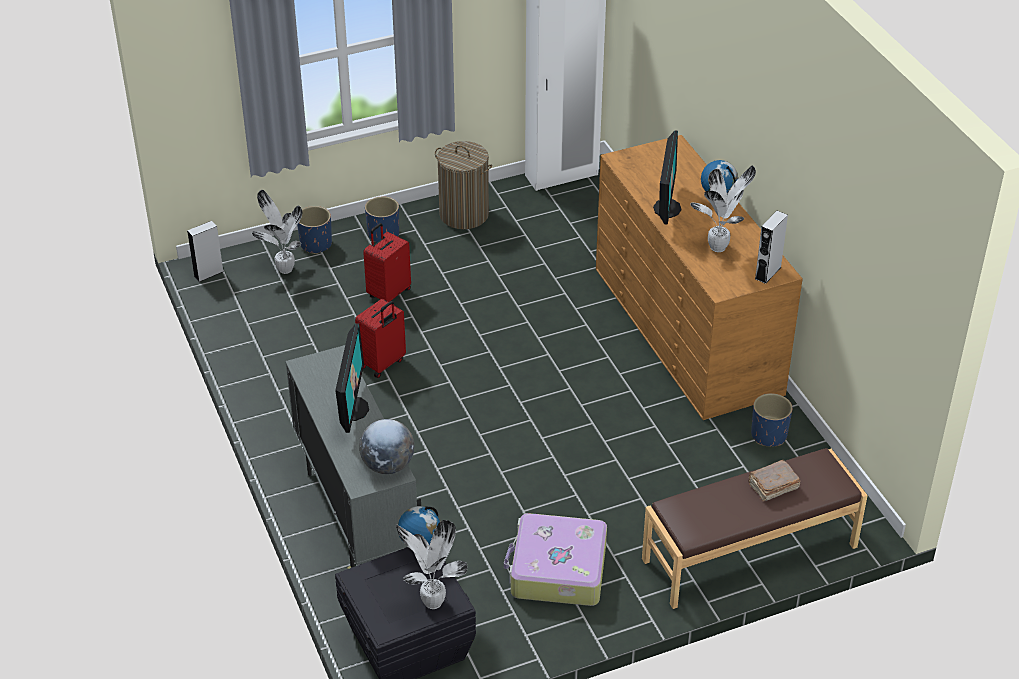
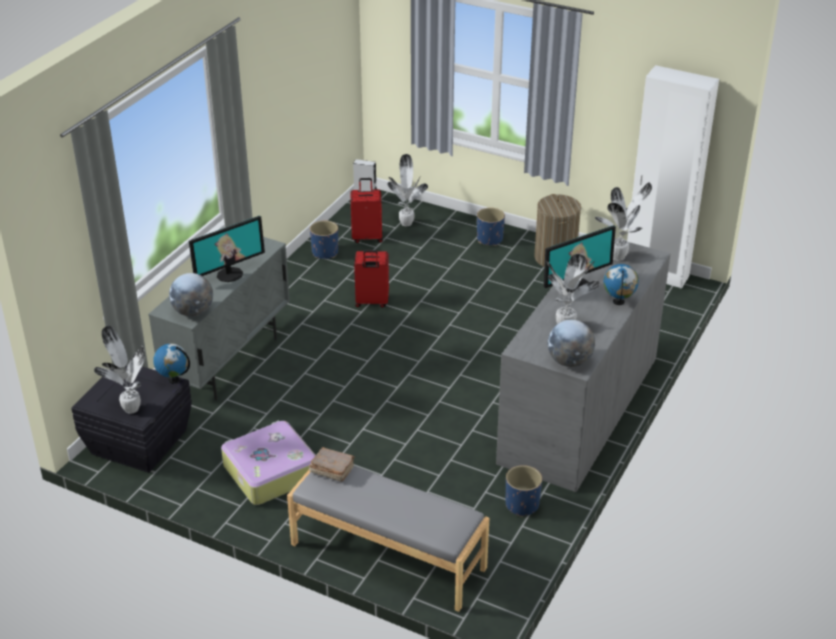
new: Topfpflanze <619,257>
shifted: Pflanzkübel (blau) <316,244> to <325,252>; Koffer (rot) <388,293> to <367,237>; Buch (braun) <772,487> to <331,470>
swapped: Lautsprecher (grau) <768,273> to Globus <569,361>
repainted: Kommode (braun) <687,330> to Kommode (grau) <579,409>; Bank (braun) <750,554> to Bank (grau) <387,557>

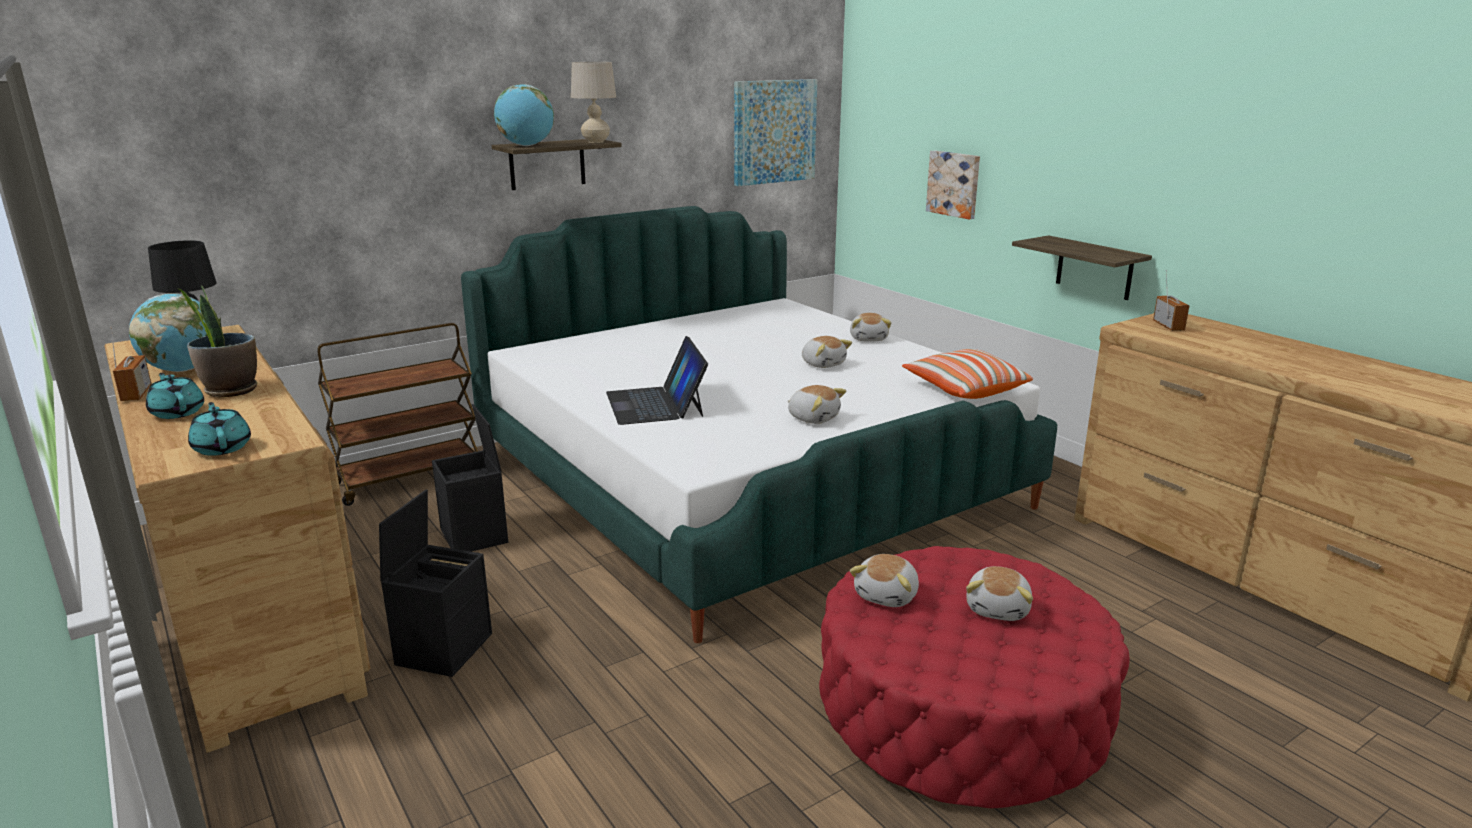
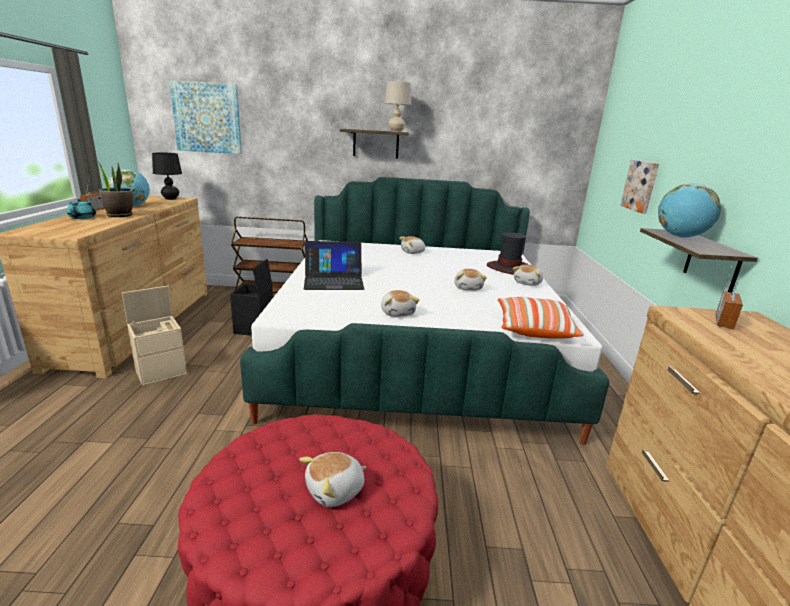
gone: Teekanne (türkis) <222,447>
new: Hut <509,268>
shifted: Globus <526,146> to <680,237>; Bild <774,131> to <207,118>; Plüschtier <887,595> to <413,252>
repainted: Aufbewahrungsbox (schwarz) <444,647> to Aufbewahrungsbox (beige) <162,371>
rotated: Laptop <655,404> = <333,280> 120 degrees counterclockwise

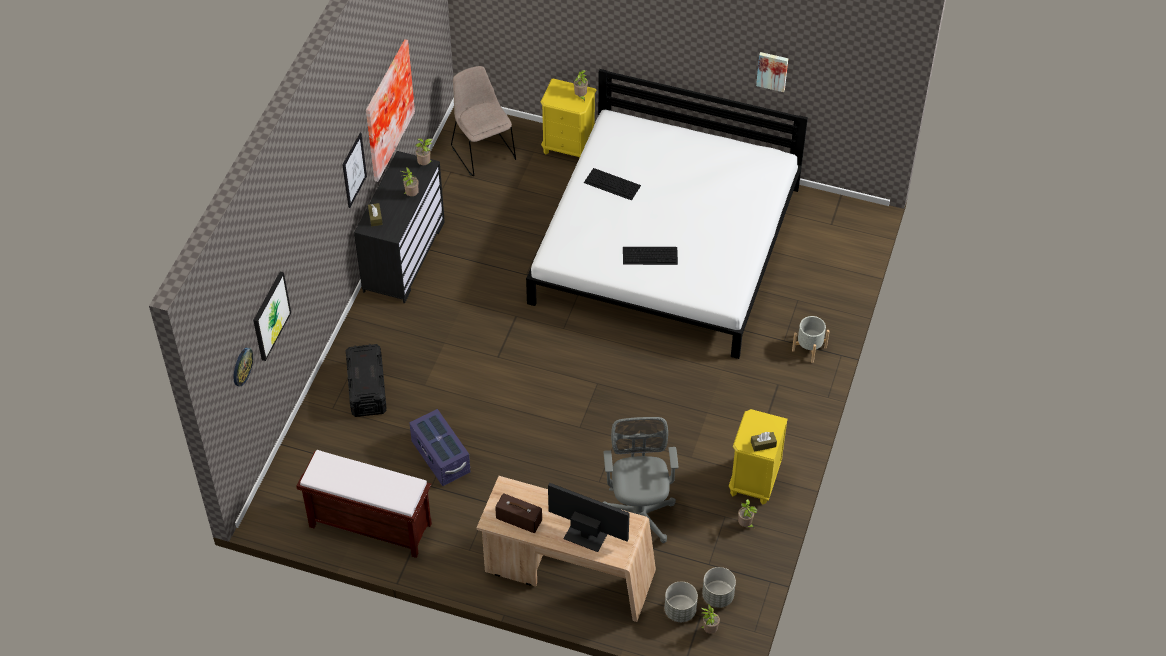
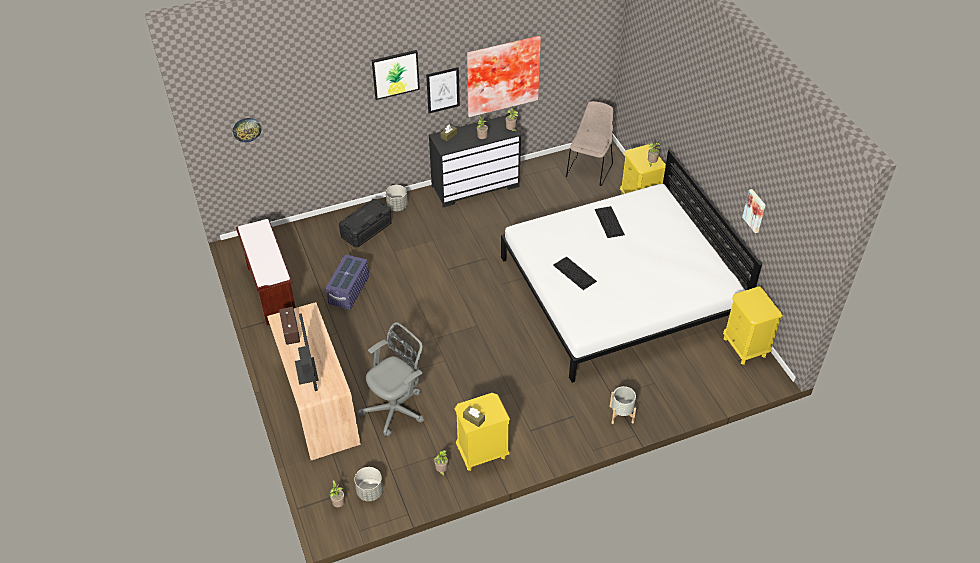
new: Nachttisch (gelb) <745,347>
shifted: Bild <270,315> to <395,74>; Pflanzkübel (grau) <680,610> to <397,206>

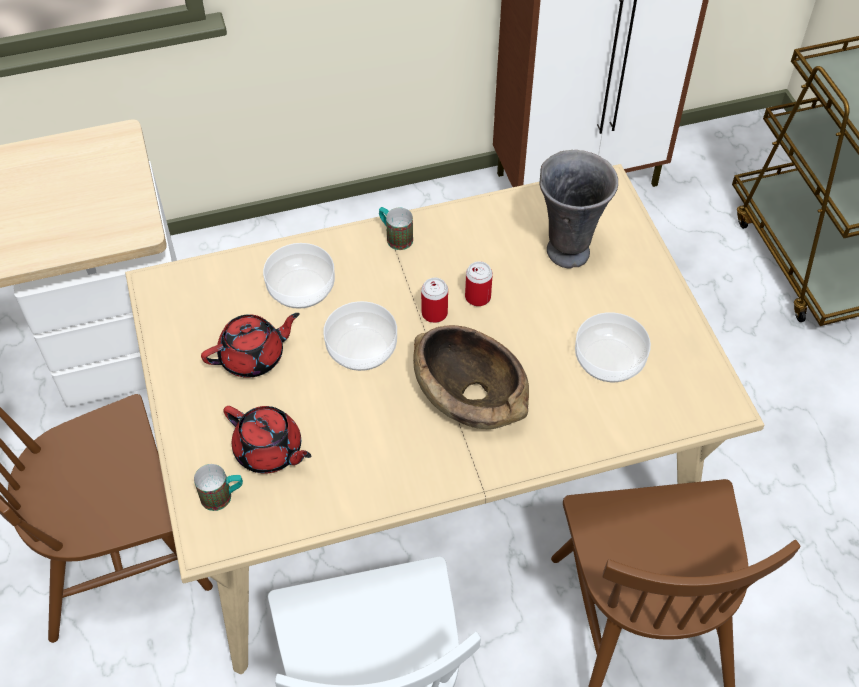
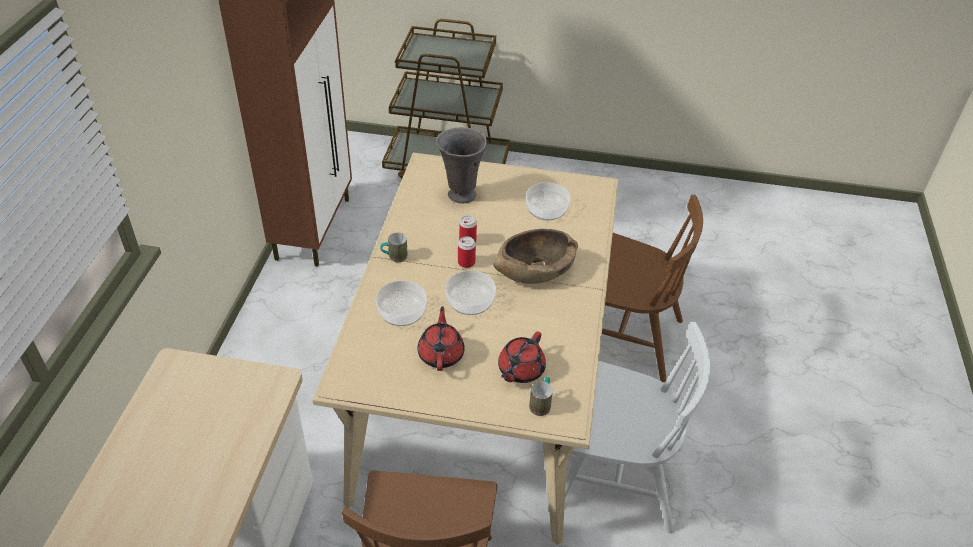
rotated: Teekanne (rot) <269,451> = <520,370> 150 degrees clockwise

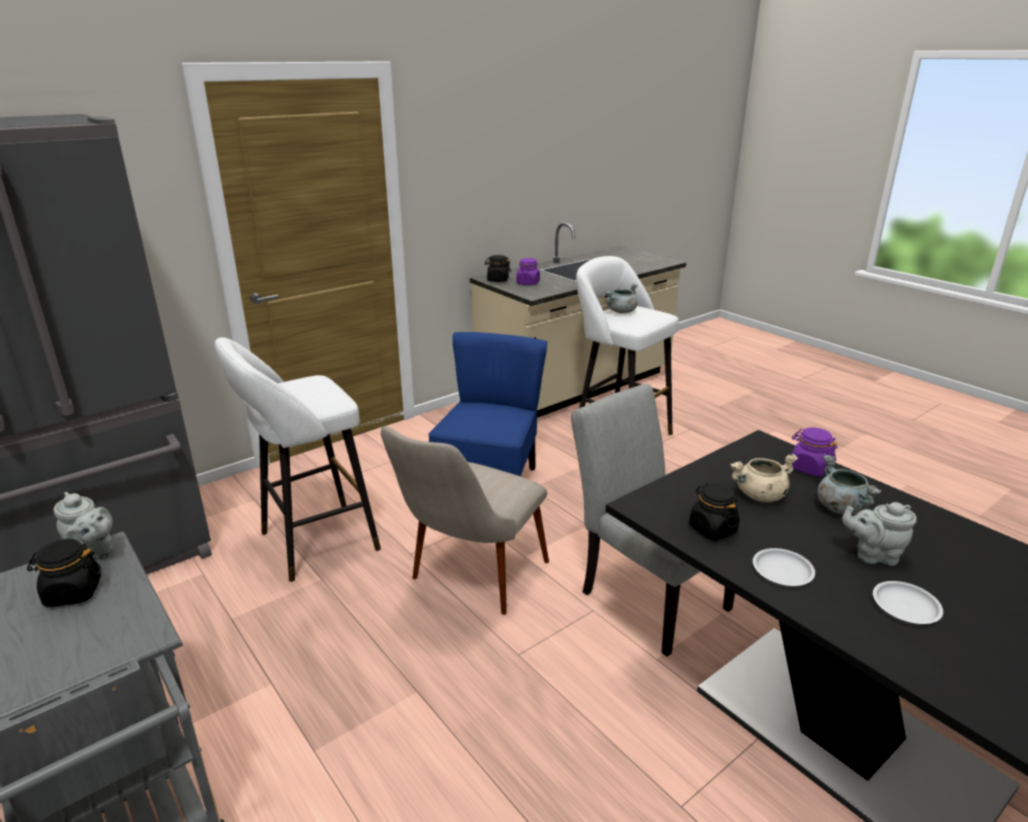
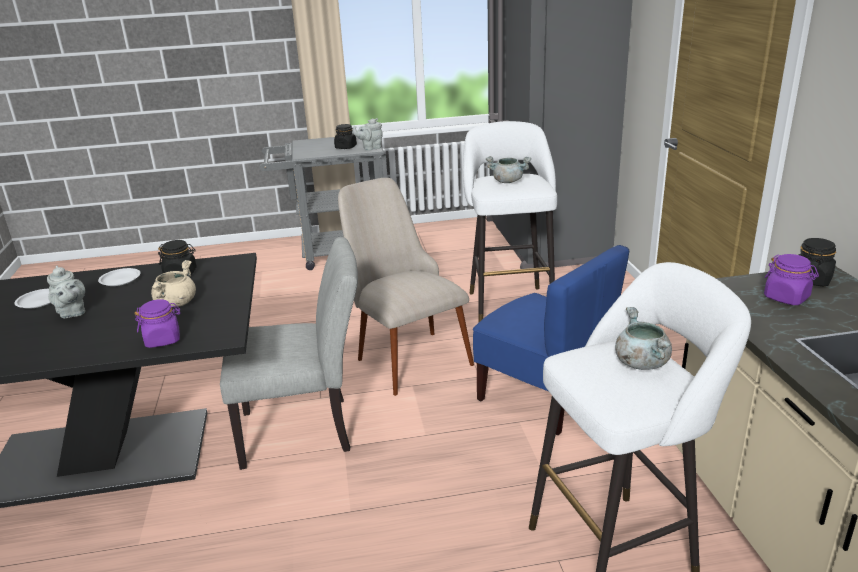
shifted: Kochtopf (grau) <840,507> to <508,181>
rotated: Teekanne (grau) <873,555> = <72,313> 105 degrees clockwise

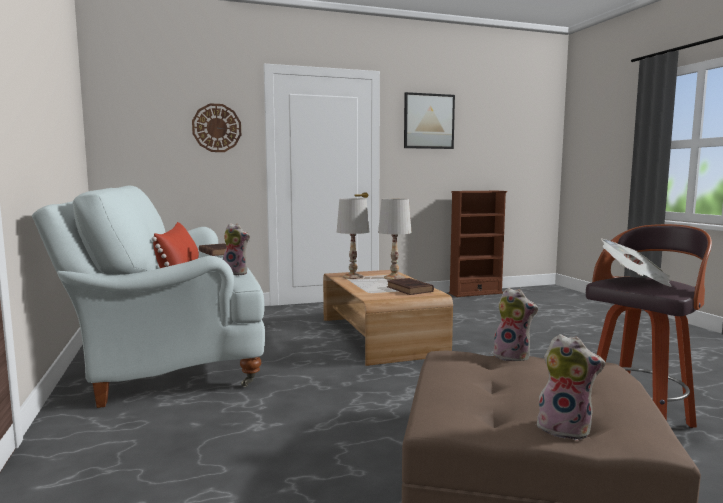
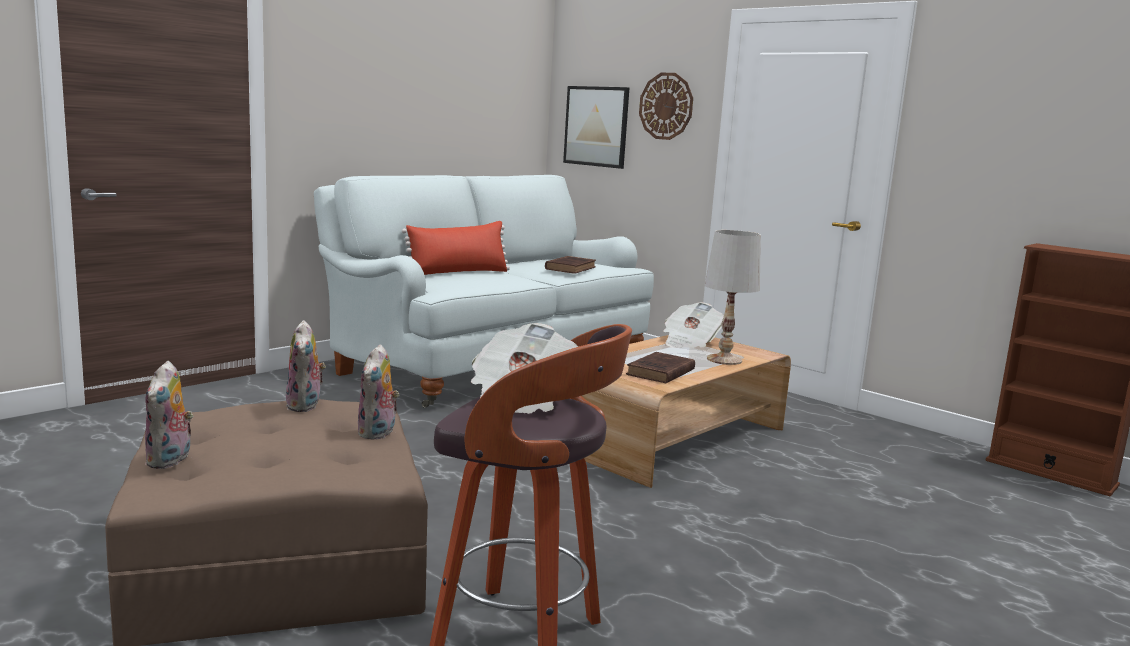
shifted: Plüschtier <237,273> to <306,406>; Bild <428,121> to <596,126>
swapped: Tischlampe (weiß) <353,276> to Zeitung <690,342>

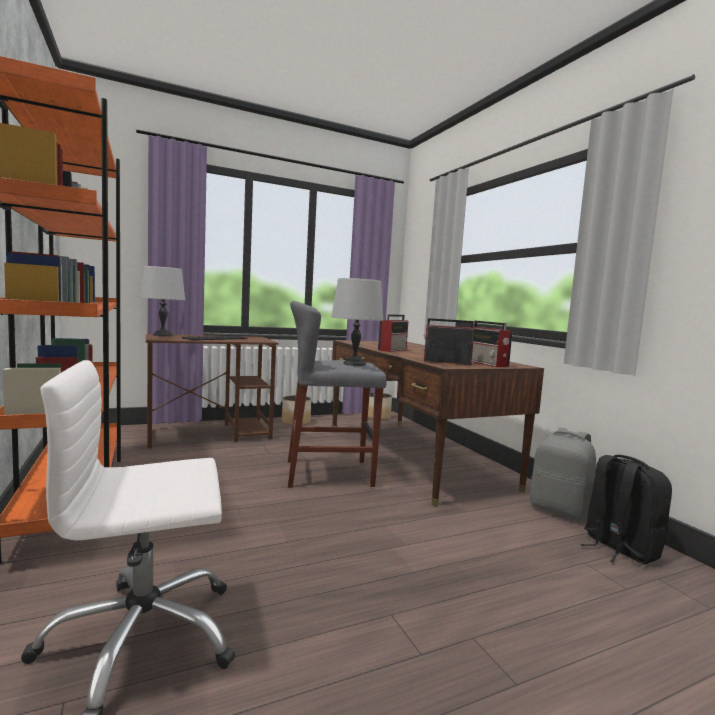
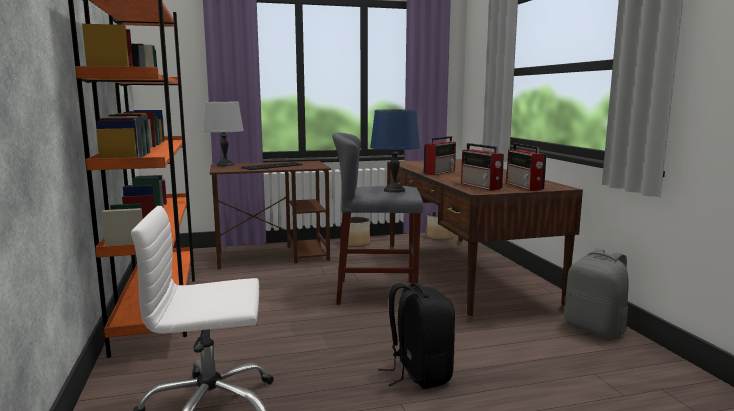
shifted: Rucksack (schwarz) <619,548> to <418,374>
repainted: Tischlampe (grau) <355,364> to Tischlampe (blau) <395,190>
rotated: Radio <445,362> = <481,186> 135 degrees counterclockwise

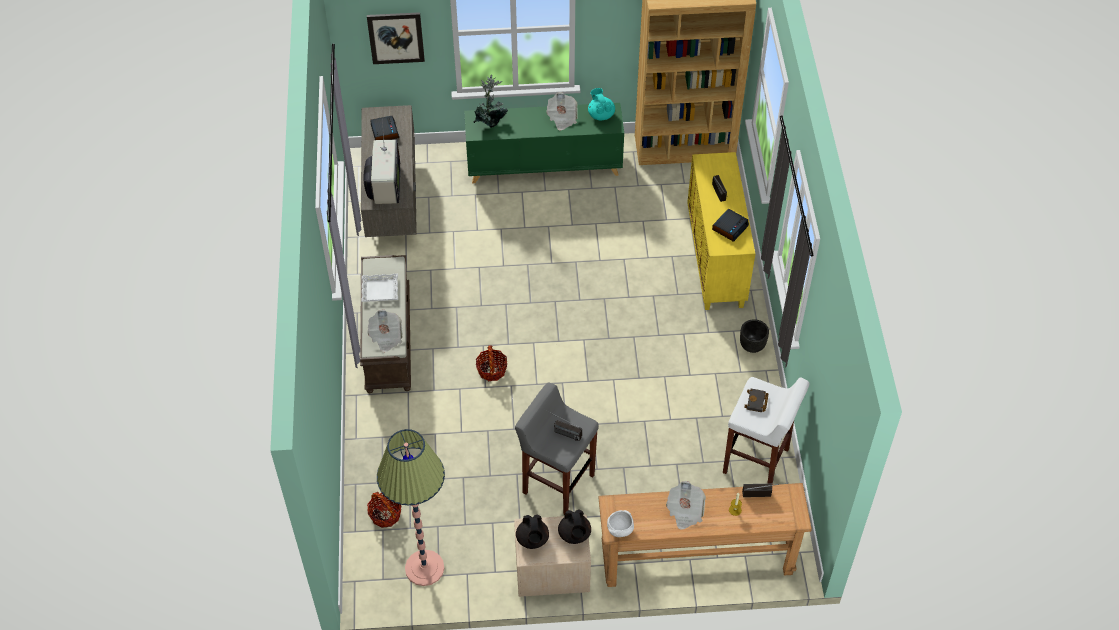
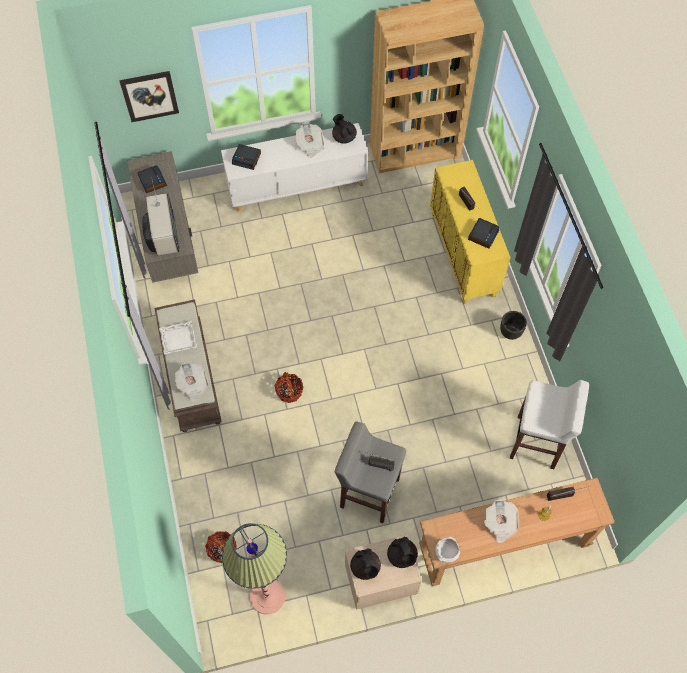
gone: Buch (schwarz) <757,402>
swapped: Topfpflanze <490,122> to Wecker <247,158>
repainted: Schrank (grün) <544,166> to Schrank (weiß) <297,186>; Teekanne (türkis) <601,114> to Teekanne (schwarz) <344,137>

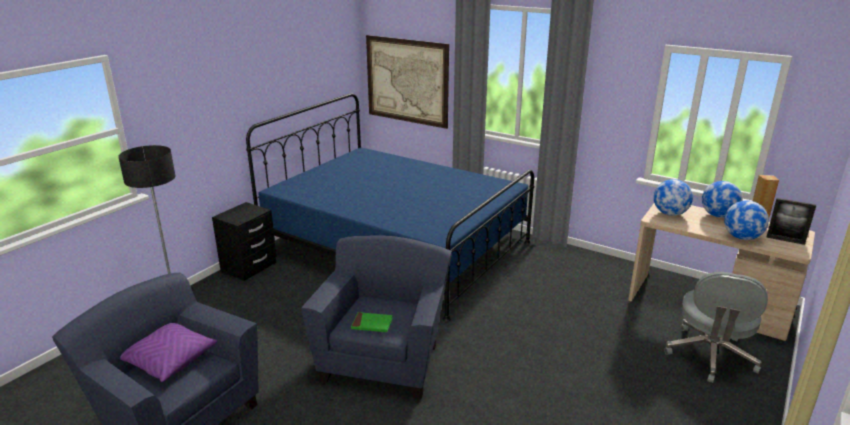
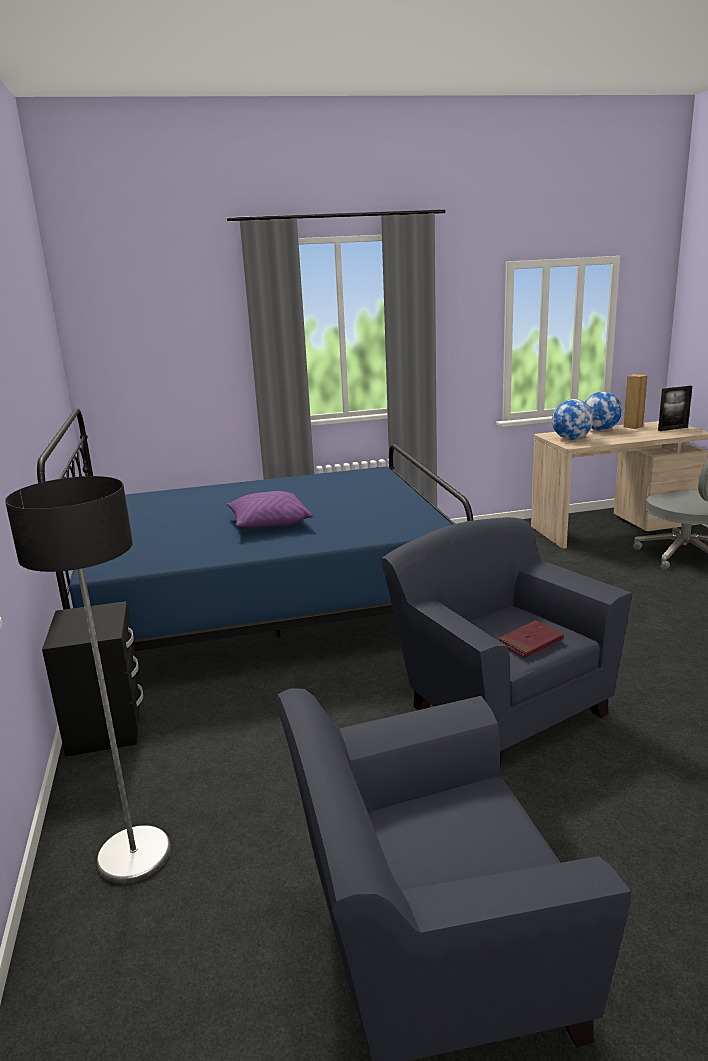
gone: Bild <407,81>; Globus <741,238>
shifted: Kissen (lila) <168,360> to <269,523>
repainted: Buch (grün) <372,324> to Buch (rot) <530,642>

